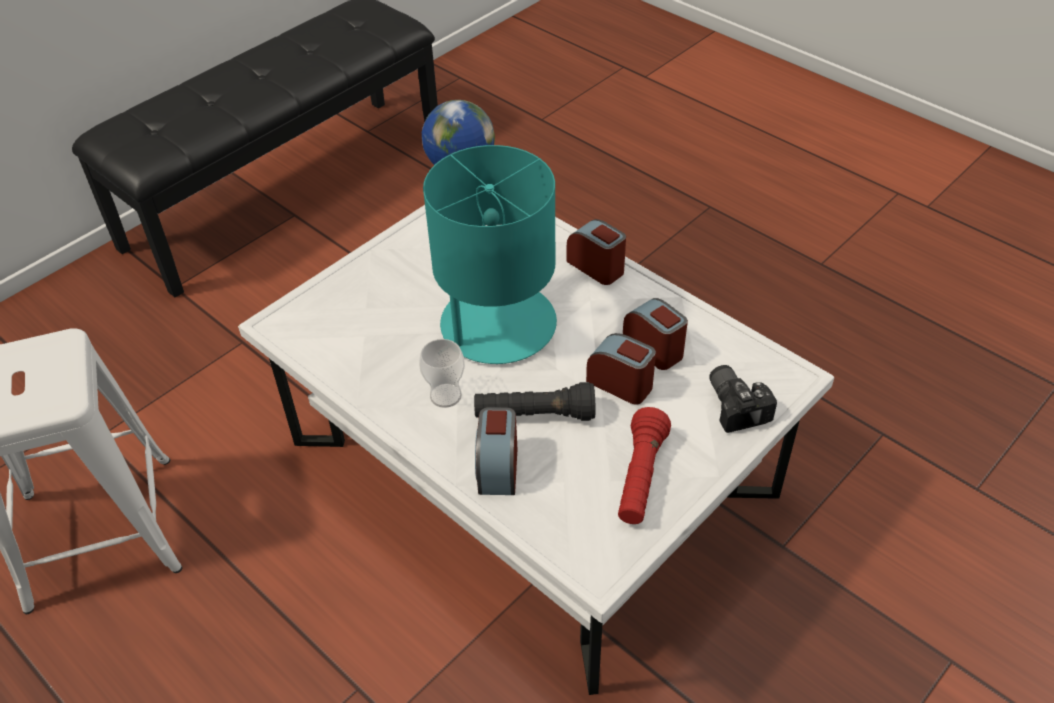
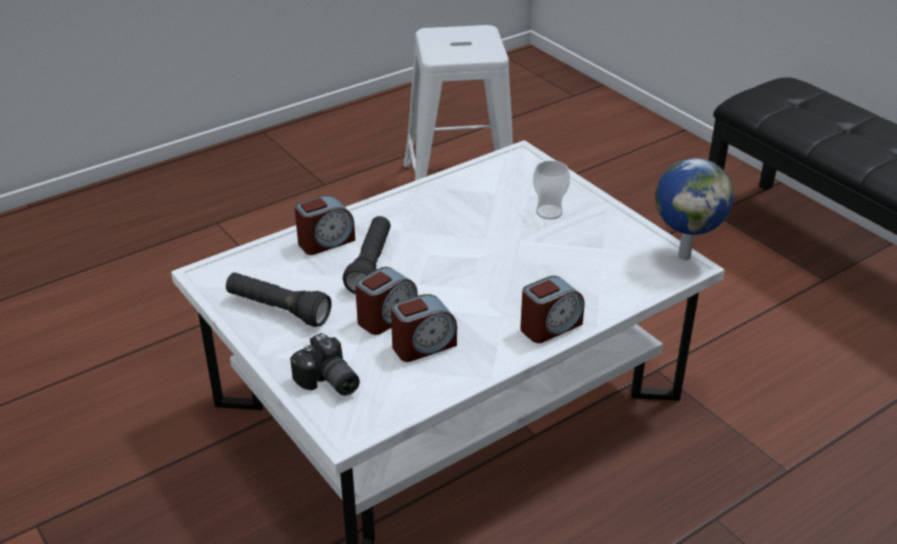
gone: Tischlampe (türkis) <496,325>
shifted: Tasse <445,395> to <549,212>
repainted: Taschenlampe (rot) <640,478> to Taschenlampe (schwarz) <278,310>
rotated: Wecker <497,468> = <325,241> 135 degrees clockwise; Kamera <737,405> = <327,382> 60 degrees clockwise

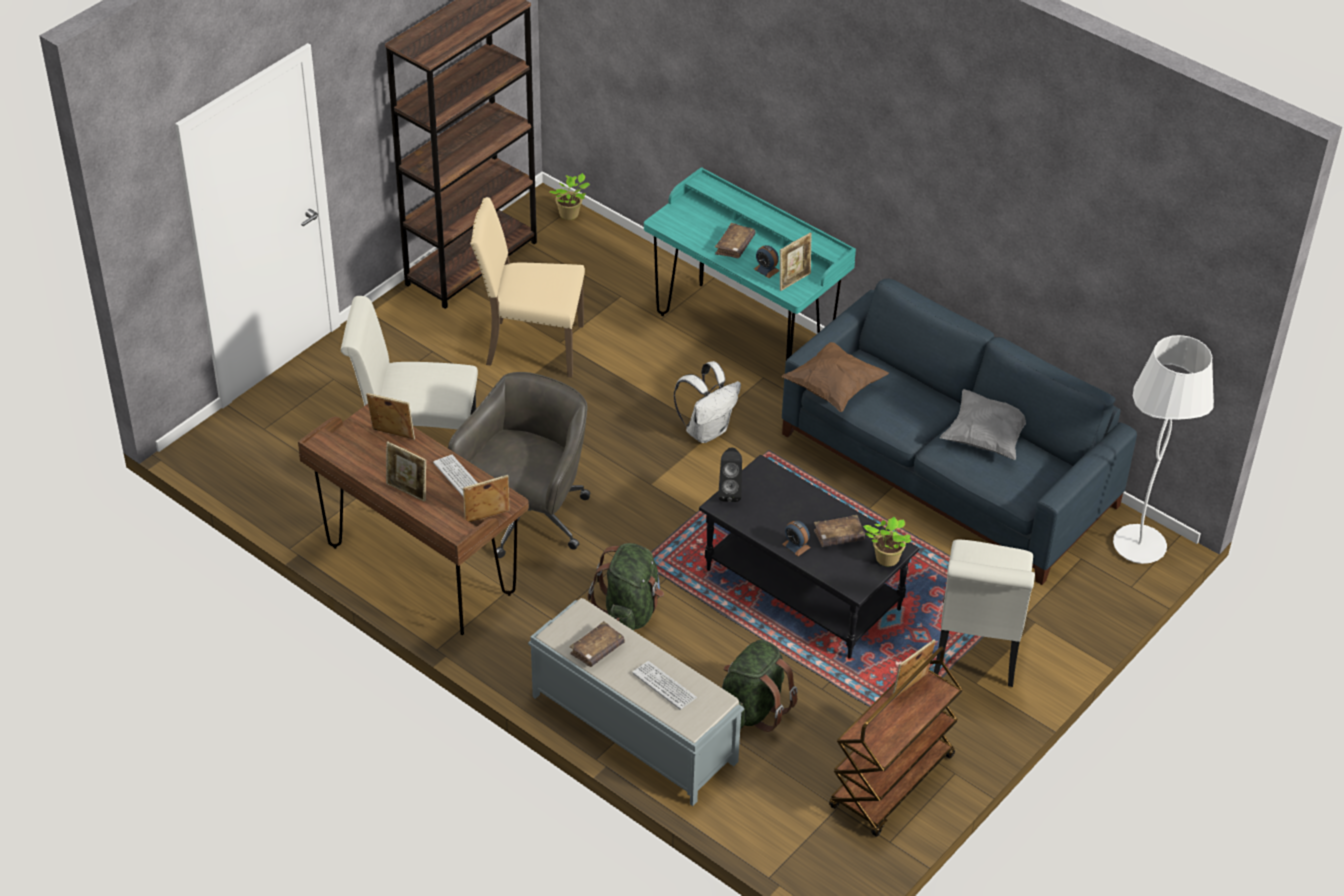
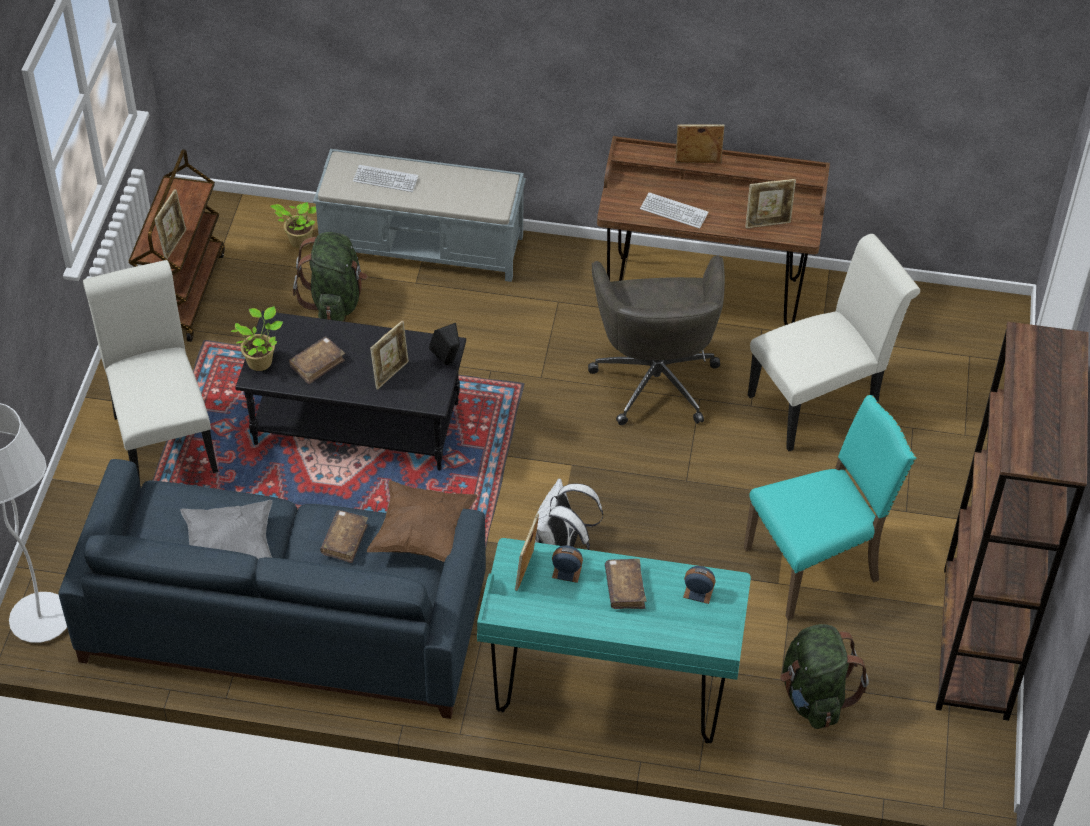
shifted: Bilderrahmen <487,518> to <391,374>; Topfpflanze <570,214> to <298,241>; Buch (braun) <597,649> to <344,540>; Rucksack (grün) <629,612> to <814,696>; Wecker <796,545> to <698,592>
repainted: Stuhl (beige) <532,346> to Stuhl (türkis) <815,565>

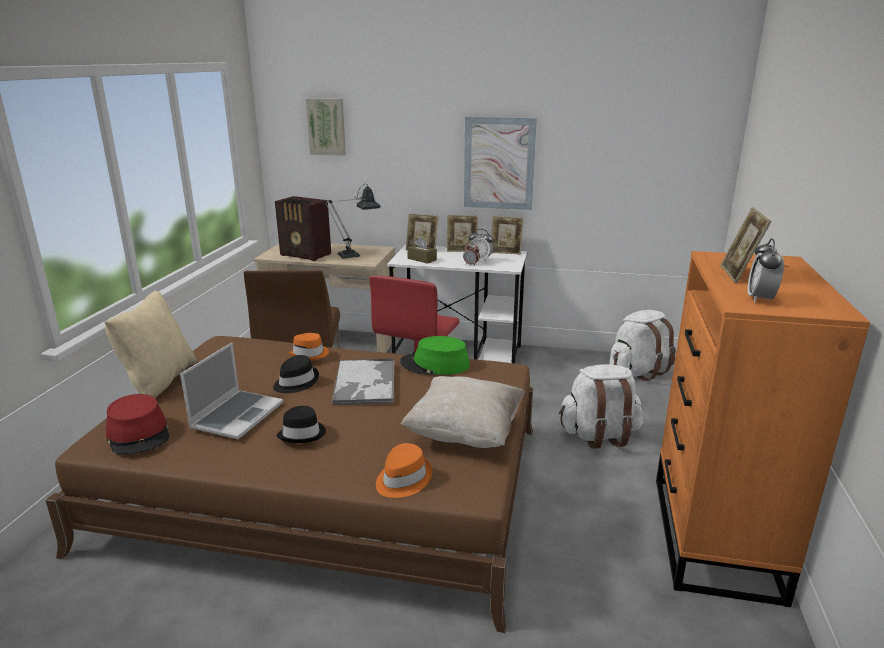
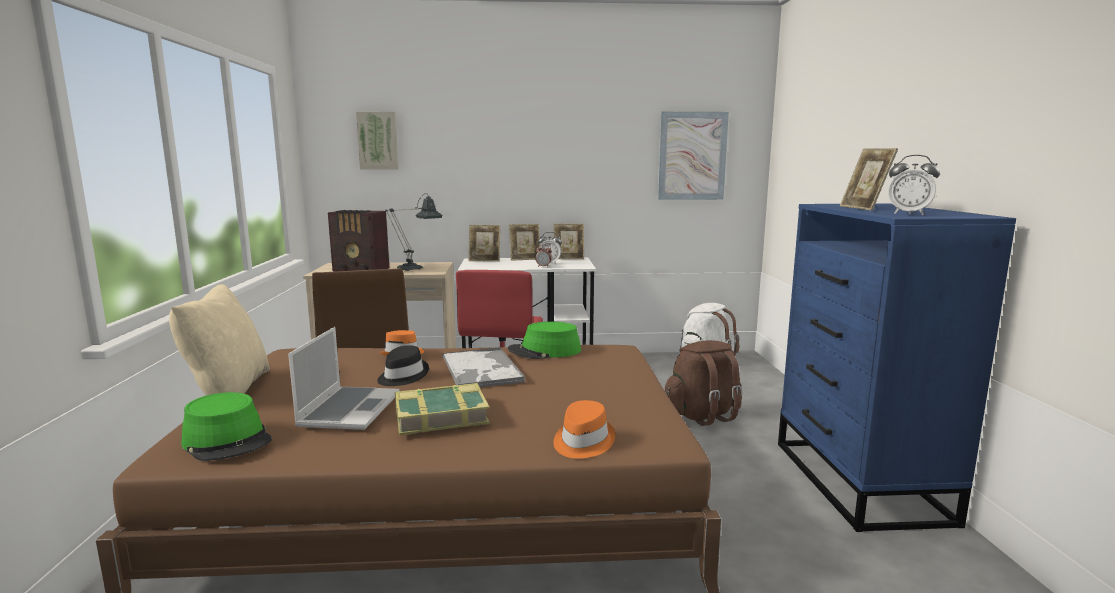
gone: Kissen (beige) <465,434>; Taschentuchbox (braun) <422,259>
shifted: Bild <499,163> to <692,156>
swapped: Hut (schwarz) <302,433> to Buch <441,416>
repainted: Hut (rot) <139,435> to Hut (grün) <228,440>; Rucksack (weiß) <599,435> to Rucksack (braun) <703,415>; Kommode (orange) <714,537> to Kommode (blau) <859,482>
rotated: Wecker <760,299> = <908,214> 60 degrees counterclockwise

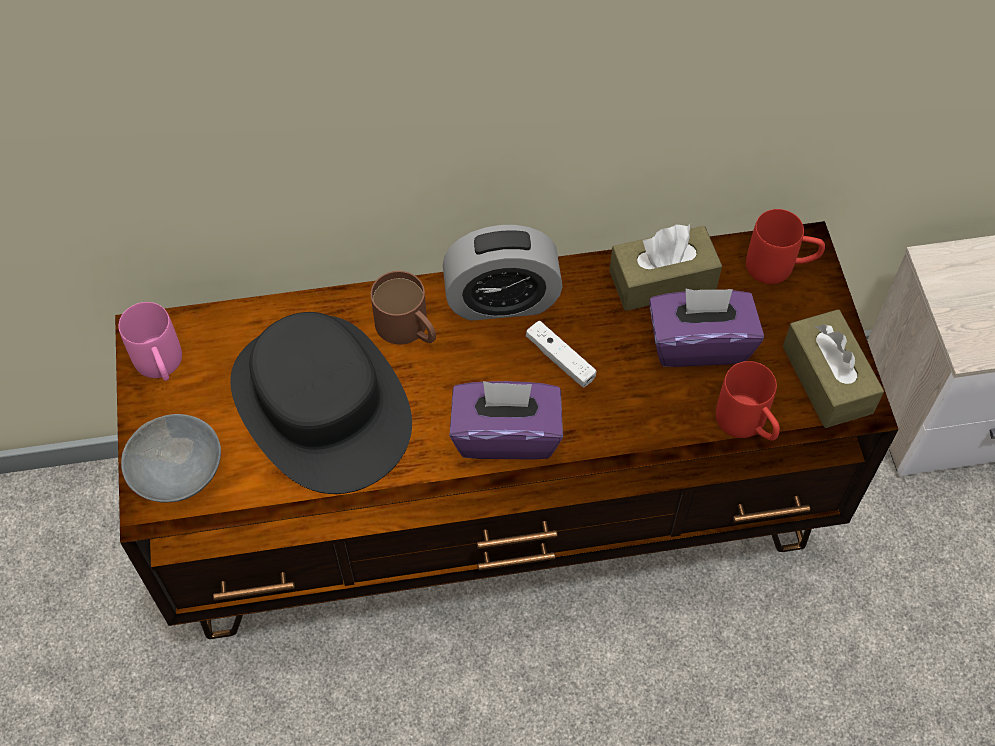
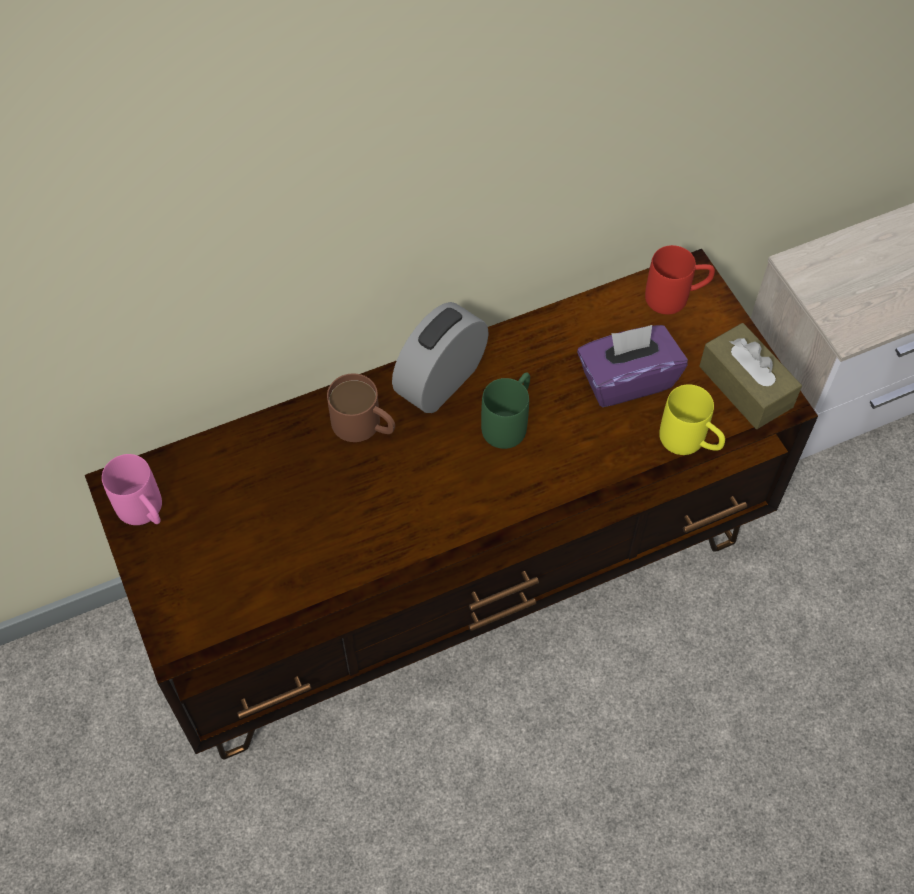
gone: Schüssel (grau) <178,467>; Hut (schwarz) <320,404>; Taschentuchbox (lila) <506,435>; Taschentuchbox (braun) <662,280>
swapped: Gamepad (weiß) <560,359> to Henkelbecher (grün) <509,422>
repainted: Henkelbecher (rot) <747,426> to Henkelbecher (gelb) <690,443>
rotated: Wecker <502,301> = <441,381> 150 degrees clockwise

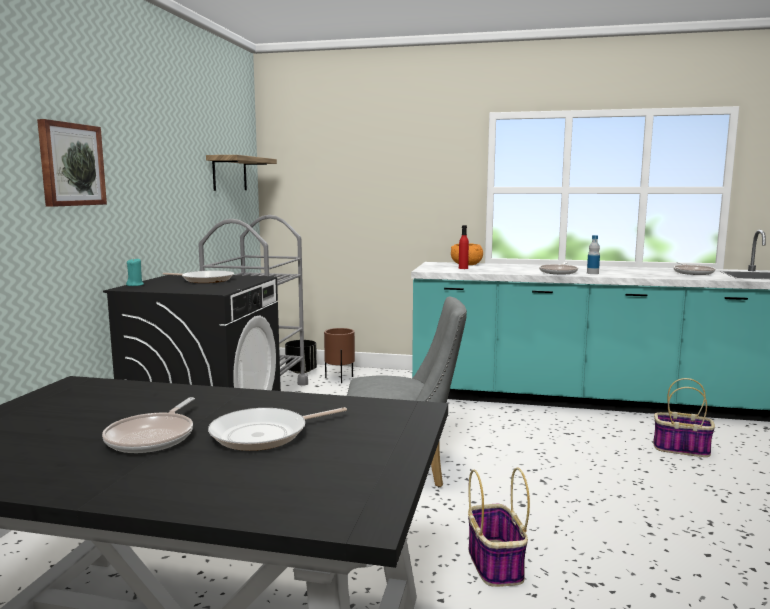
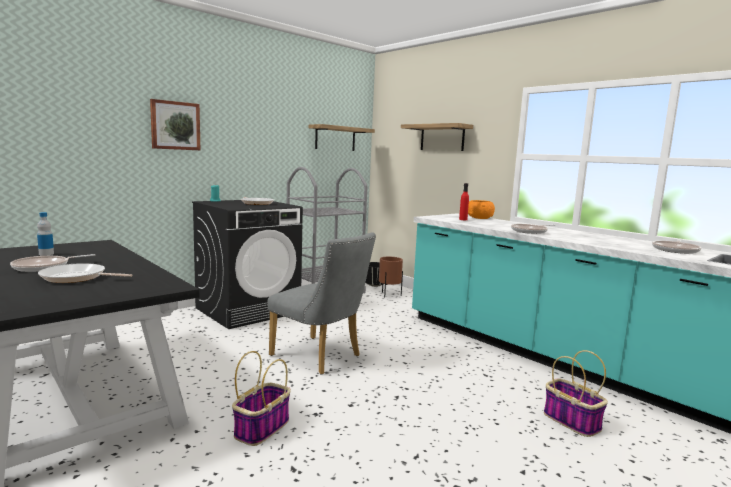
new: Wandregal <442,138>
shifted: Flasche <592,273> to <46,254>

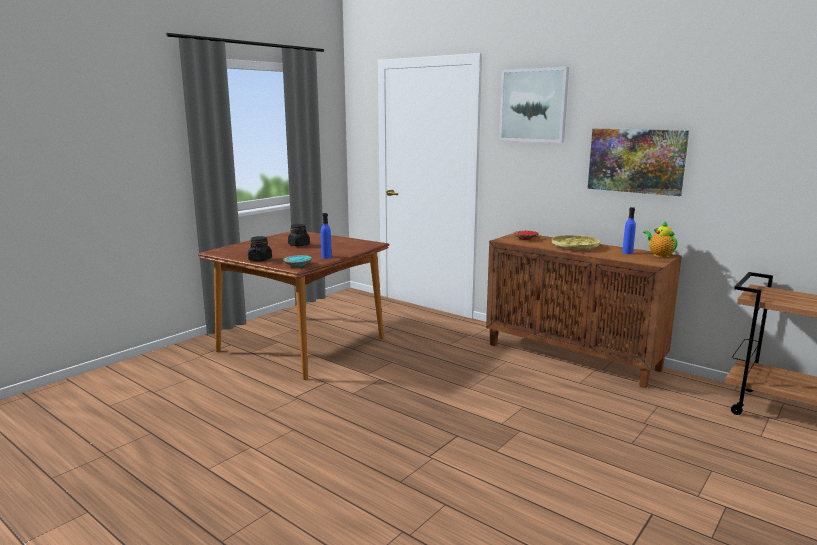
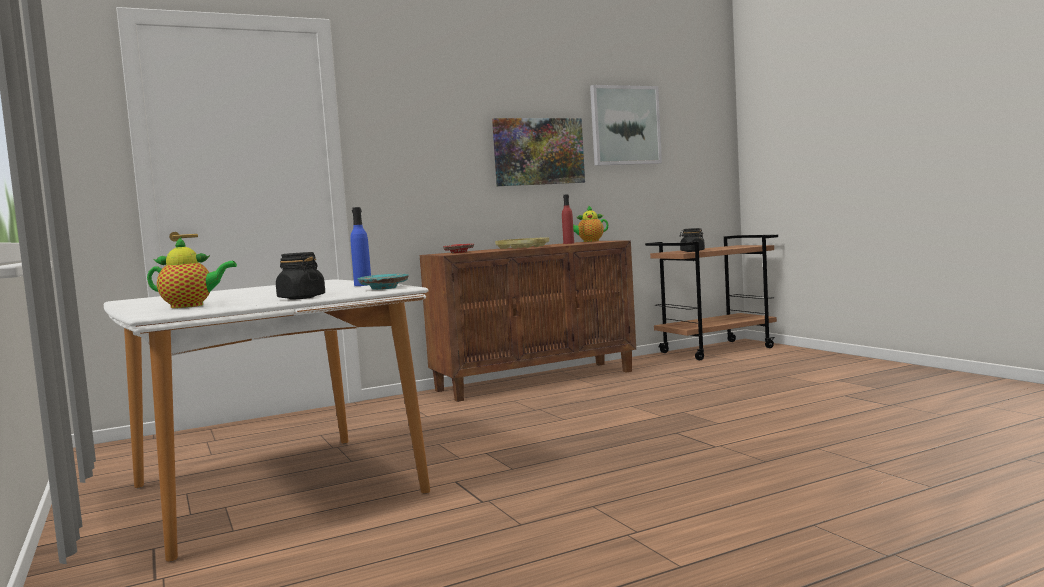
new: Teekanne <191,306>
shifted: Vorratsglas (schwarz) <298,245> to <692,251>; Bild <533,105> to <625,125>
repainted: Esstisch (braun) <301,345> to Esstisch (weiß) <275,491>; Flasche (blau) <627,253> to Flasche (rot) <568,243>

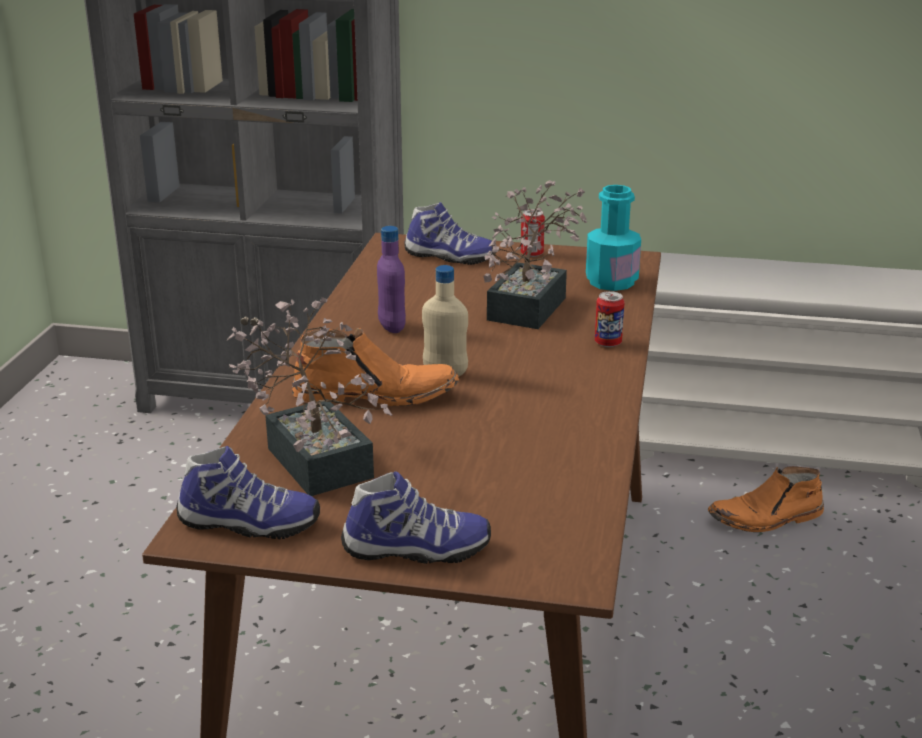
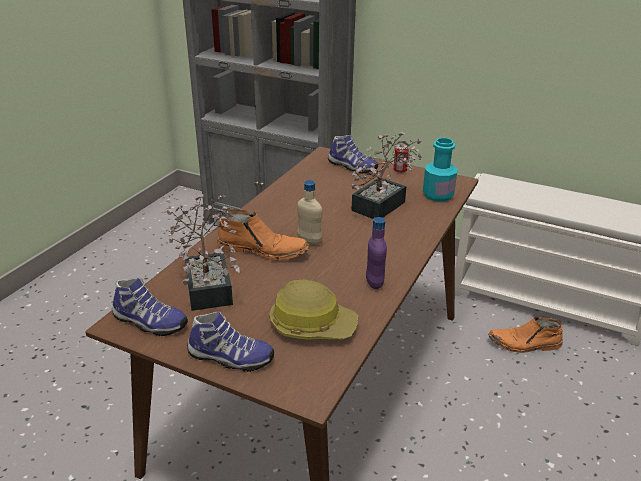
gone: Dose <608,343>
new: Schutzhelm <312,325>
shifted: Flasche (lila) <392,327> to <374,283>

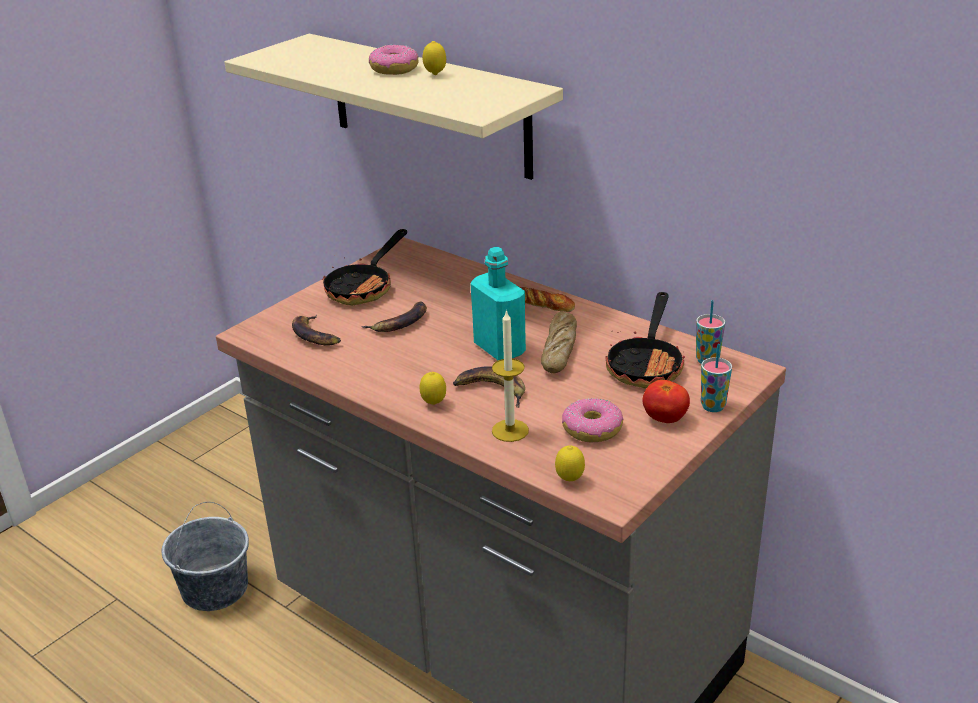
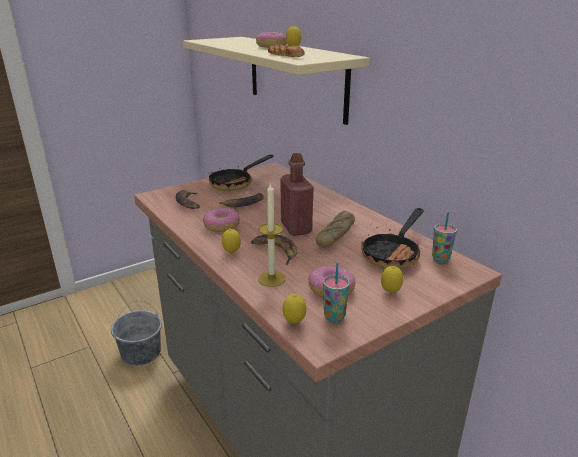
new: Donut <222,226>
shifted: Brot <544,304> to <285,55>; Tasse <713,406> to <334,317>
swapped: Tomate <665,419> to Zitrone <390,292>
repainted: Flasche (türkis) <499,349> to Flasche (rot) <296,228>

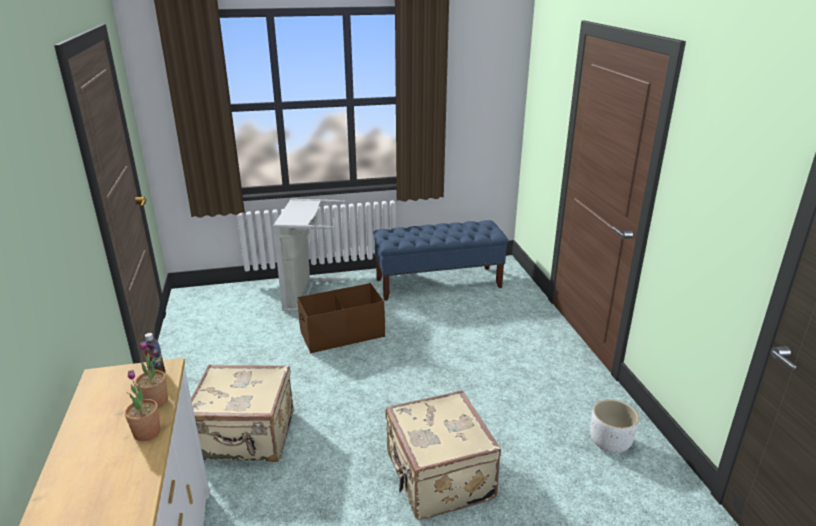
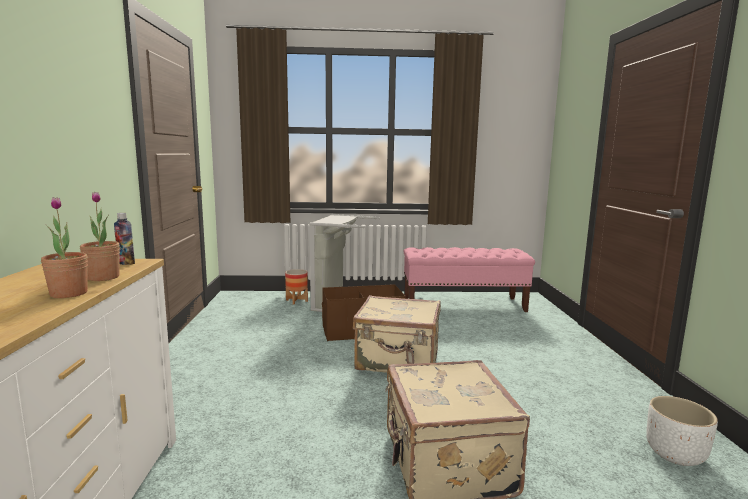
new: Pflanzkübel <297,301>
shifted: Koffer (beige) <246,437> to <398,361>
repainted: Bank (blau) <438,283> to Bank (rosa) <464,304>

